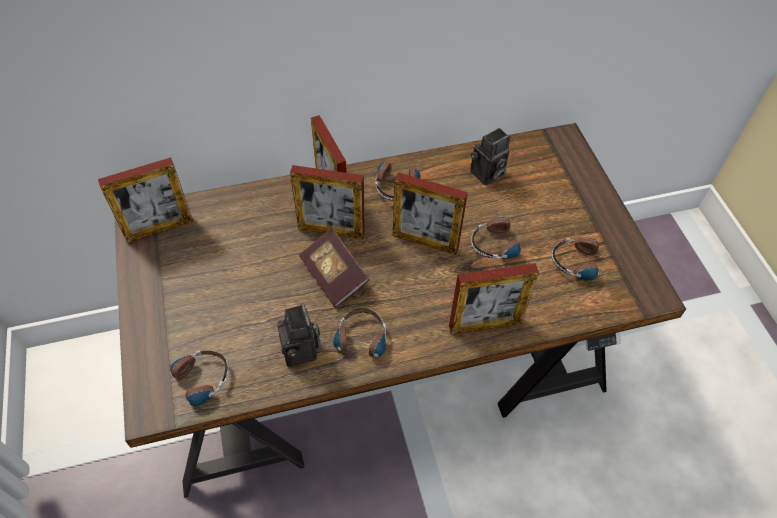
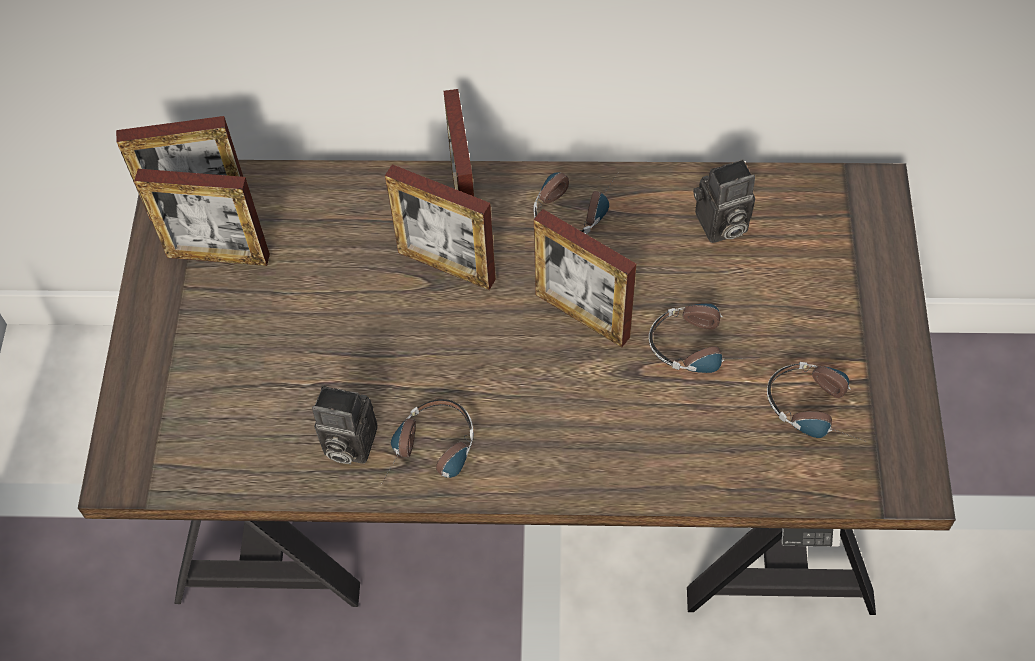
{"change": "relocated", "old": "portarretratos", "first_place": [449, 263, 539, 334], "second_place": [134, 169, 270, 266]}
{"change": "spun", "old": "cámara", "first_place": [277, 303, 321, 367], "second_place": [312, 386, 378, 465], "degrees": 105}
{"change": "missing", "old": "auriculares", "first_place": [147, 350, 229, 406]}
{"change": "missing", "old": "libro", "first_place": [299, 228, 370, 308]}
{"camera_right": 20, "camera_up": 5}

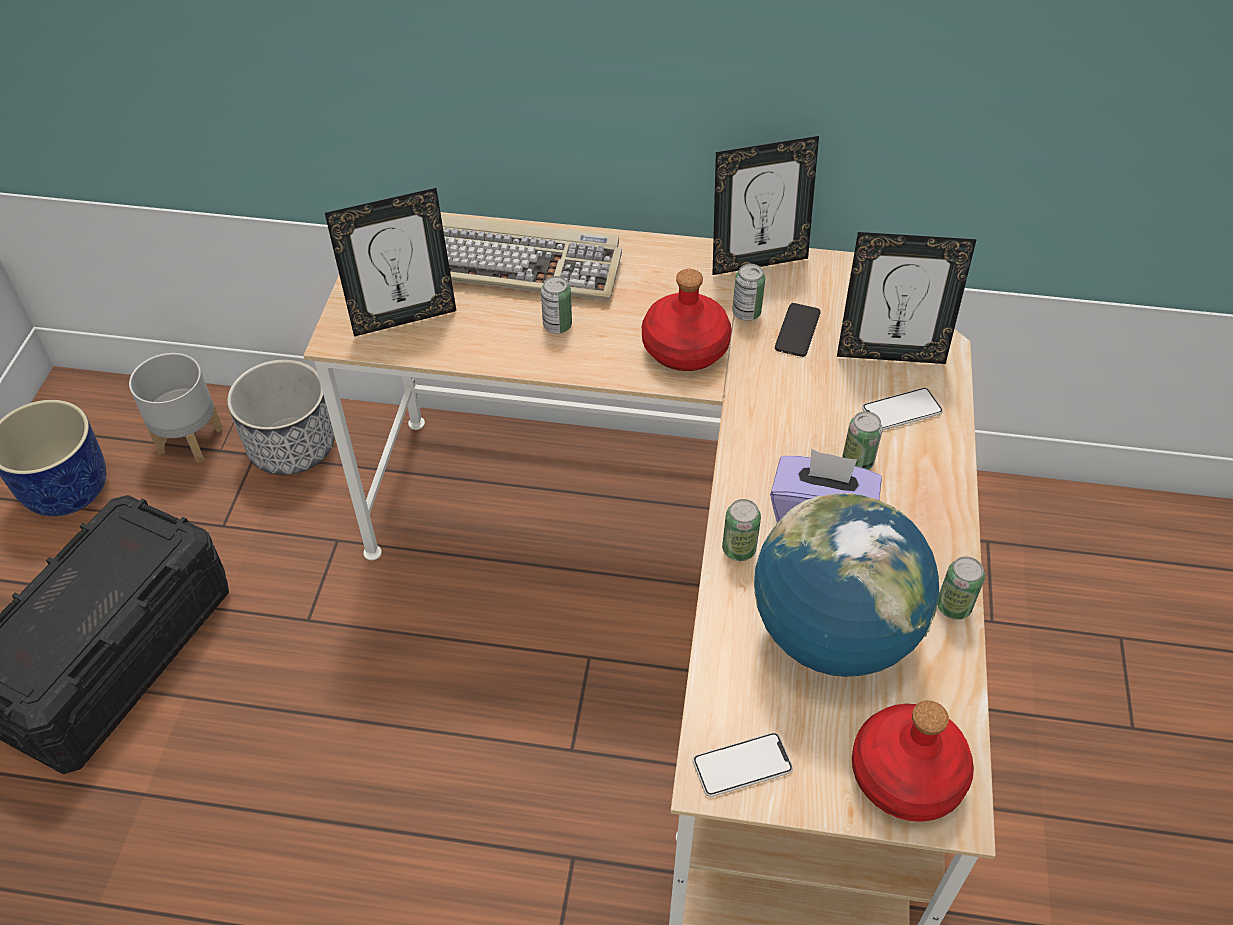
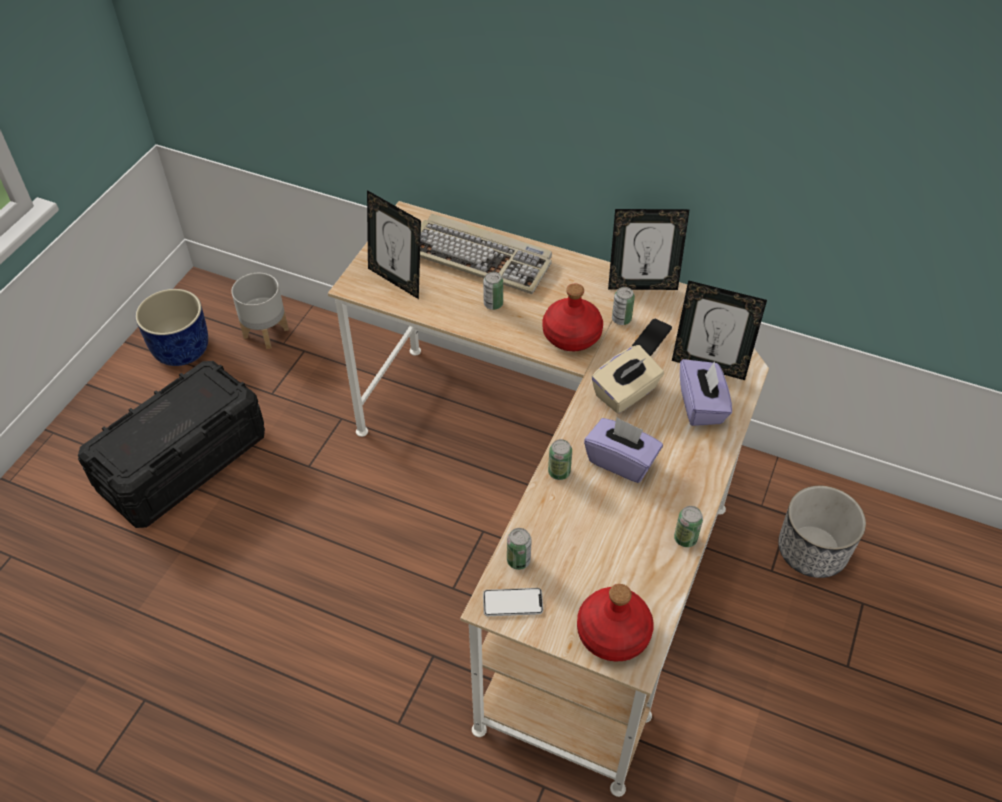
{"change": "spun", "old": "portarretratos", "first_place": [325, 188, 457, 336], "second_place": [367, 190, 421, 299], "degrees": 45}
{"change": "relocated", "old": "lata", "first_place": [842, 411, 883, 470], "second_place": [507, 528, 532, 570]}
{"change": "appeared", "new": "caja de pañuelos/beis", "second_place": [591, 345, 664, 414]}
{"change": "exchanged", "old": "móvil", "new": "caja de pañuelos/morado", "first_place": [862, 388, 943, 430], "second_place": [680, 359, 732, 426]}
{"change": "relocated", "old": "maceta", "first_place": [227, 359, 335, 475], "second_place": [778, 486, 866, 578]}
{"change": "missing", "old": "globo terráqueo", "first_place": [754, 493, 939, 677]}
{"camera_right": 15, "camera_up": 0}

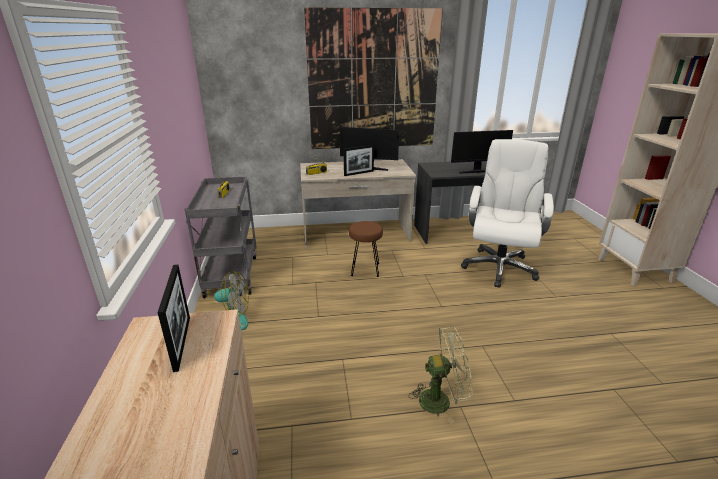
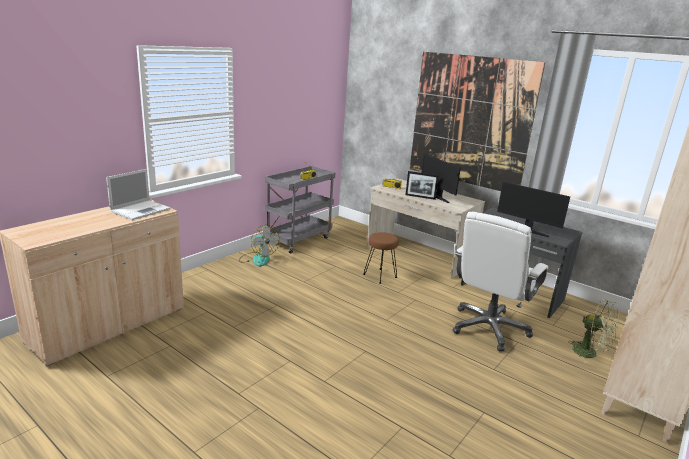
{"change": "exchanged", "old": "portarretratos", "new": "portátil", "first_place": [158, 265, 190, 372], "second_place": [106, 169, 171, 220]}
{"change": "spun", "old": "silla de oficina/blanco", "first_place": [461, 139, 554, 288], "second_place": [452, 212, 548, 352], "degrees": 150}
{"change": "relocated", "old": "ventilador/verde", "first_place": [409, 327, 473, 424], "second_place": [568, 299, 619, 364]}
{"camera_right": 45, "camera_up": -5}

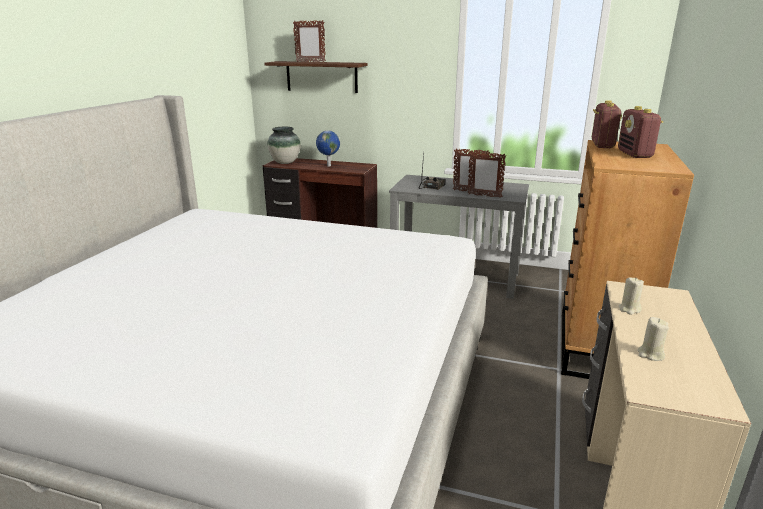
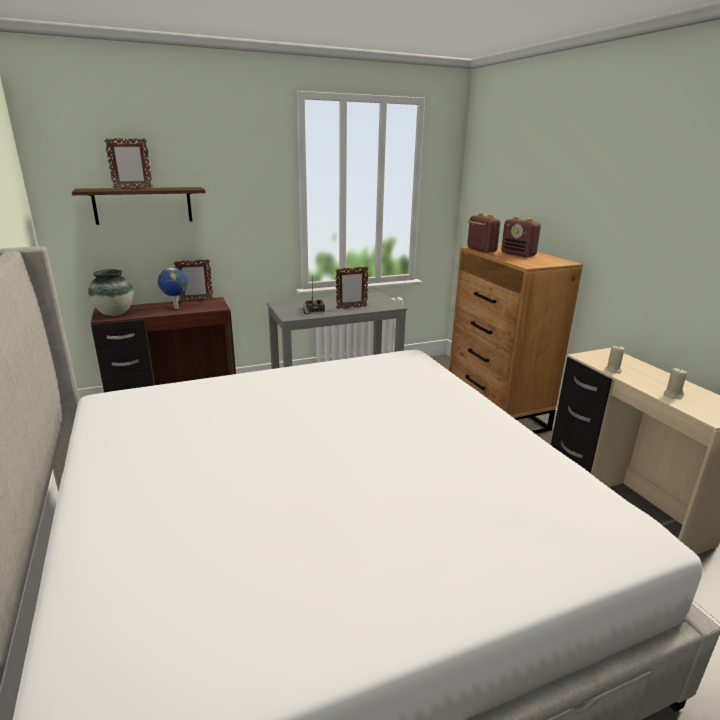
{"change": "relocated", "old": "portarretratos", "first_place": [468, 152, 506, 198], "second_place": [174, 259, 213, 302]}
{"camera_right": -40, "camera_up": 0}

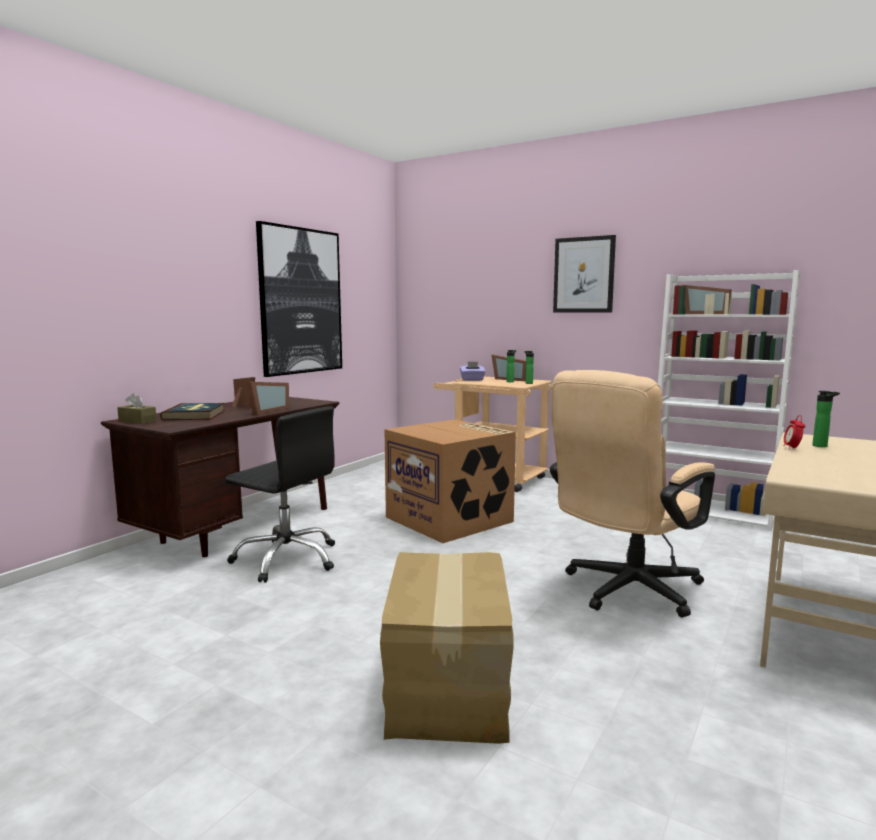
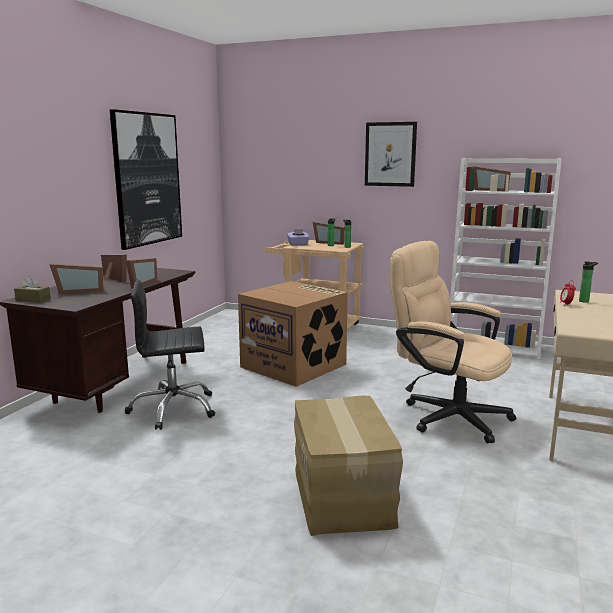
{"change": "exchanged", "old": "libro", "new": "portarretratos", "first_place": [160, 403, 225, 420], "second_place": [49, 263, 104, 294]}
{"change": "spun", "old": "silla de oficina/negro", "first_place": [225, 406, 335, 583], "second_place": [124, 280, 215, 430], "degrees": 150}
{"change": "spun", "old": "silla de oficina/beis", "first_place": [550, 370, 715, 618], "second_place": [390, 241, 516, 443], "degrees": 90}
{"camera_right": -10, "camera_up": 5}

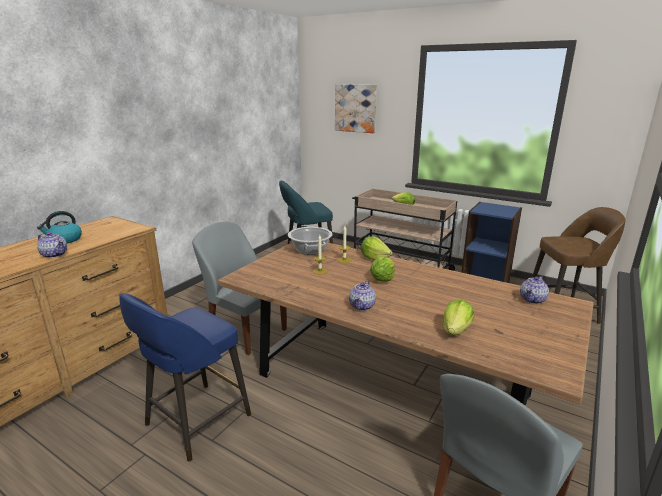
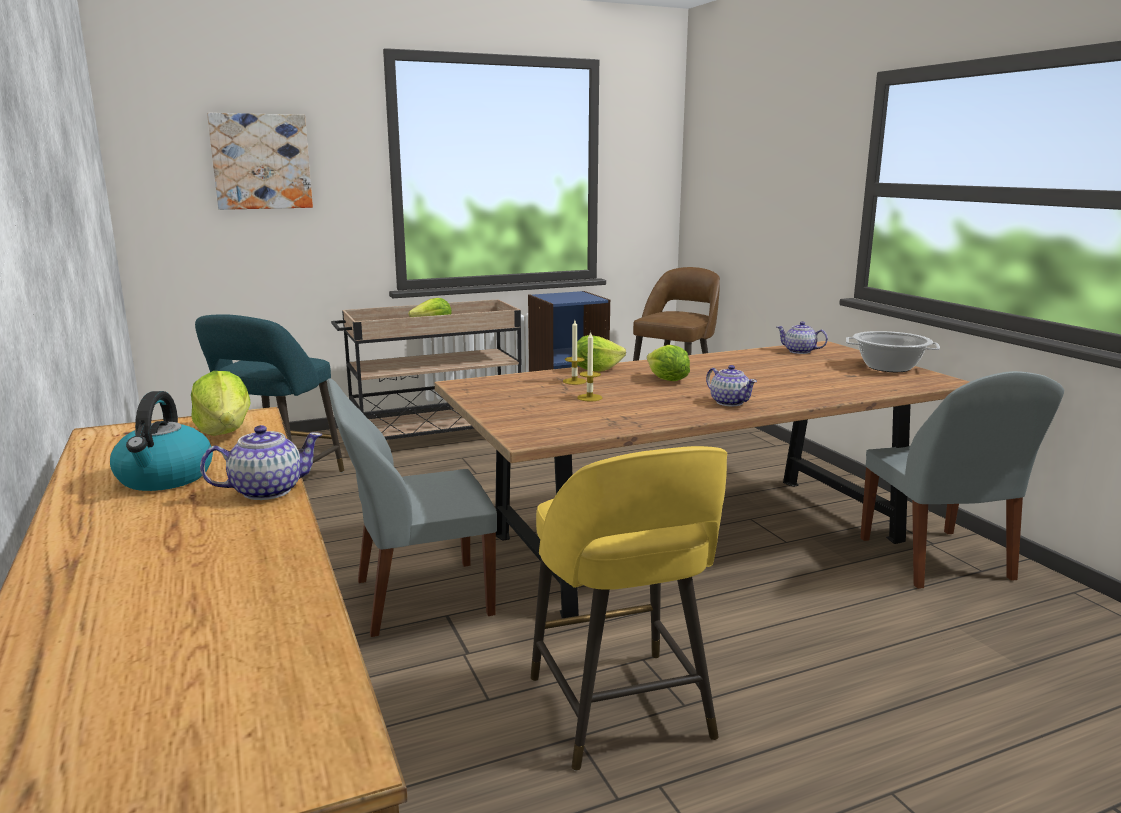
{"change": "relocated", "old": "lechuga", "first_place": [443, 300, 474, 335], "second_place": [191, 371, 250, 436]}
{"change": "colour", "old": "taburete/azul", "new": "taburete/amarillo", "first_place": [119, 293, 251, 462], "second_place": [531, 446, 727, 771]}
{"change": "spun", "old": "tetera", "first_place": [520, 276, 549, 304], "second_place": [777, 321, 828, 354], "degrees": 135}
{"change": "relocated", "old": "olla", "first_place": [288, 227, 333, 255], "second_place": [846, 331, 940, 372]}
{"camera_right": -55, "camera_up": -5}

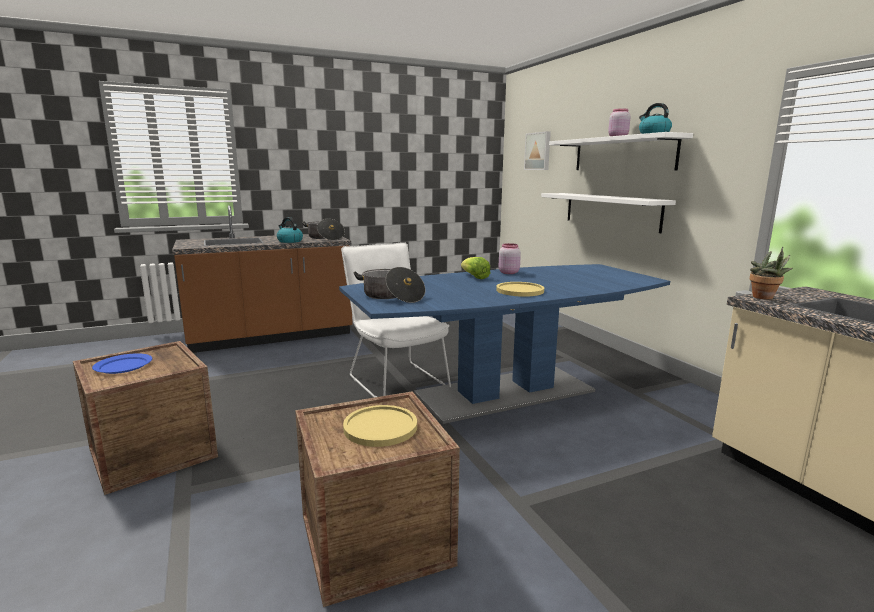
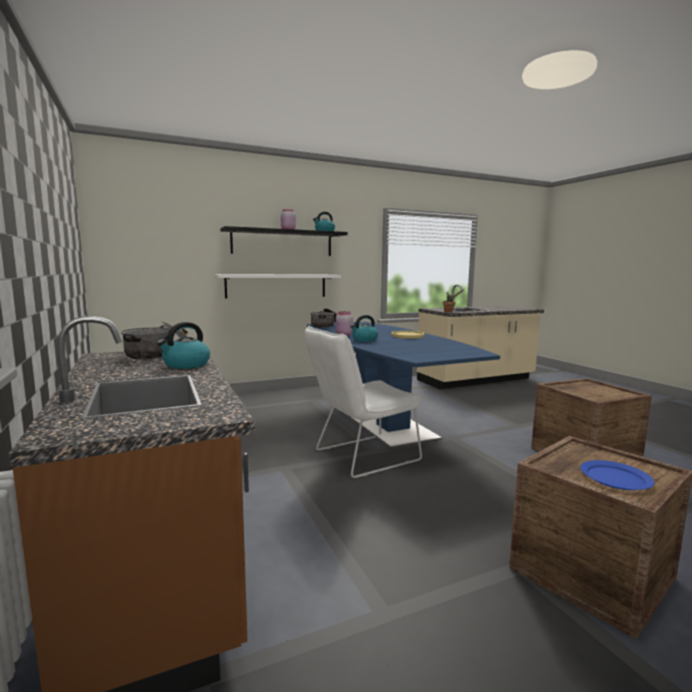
{"change": "colour", "old": "estante/blanco", "new": "estante/negro", "first_place": [549, 132, 693, 171], "second_place": [221, 226, 348, 256]}
{"change": "relocated", "old": "olla", "first_place": [354, 267, 425, 303], "second_place": [310, 308, 337, 328]}
{"change": "exchanged", "old": "lechuga", "new": "hervidor", "first_place": [461, 257, 490, 279], "second_place": [350, 315, 378, 342]}
{"change": "missing", "old": "plato/amarillo", "first_place": [343, 405, 417, 447]}
{"change": "missing", "old": "cuadro", "first_place": [524, 131, 551, 170]}
{"camera_right": -90, "camera_up": -5}

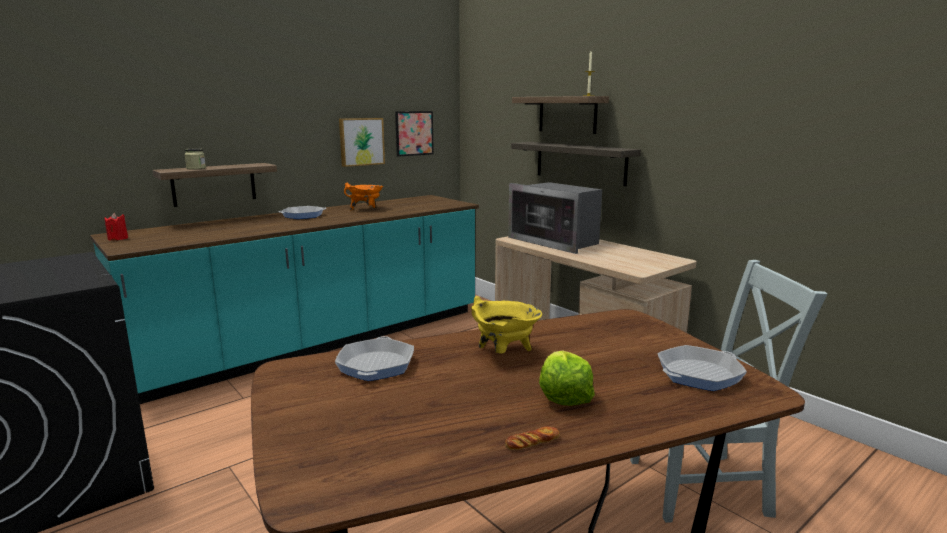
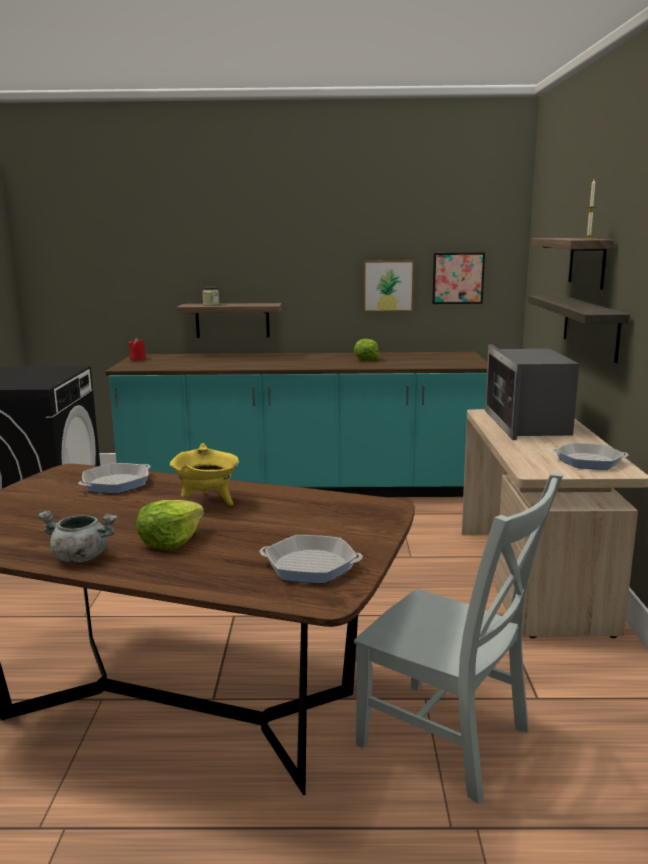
{"change": "exchanged", "old": "pan", "new": "olla/gris", "first_place": [505, 426, 560, 450], "second_place": [37, 511, 117, 563]}
{"change": "exchanged", "old": "olla/naranja", "new": "lechuga", "first_place": [344, 183, 383, 210], "second_place": [354, 339, 379, 361]}
{"change": "relocated", "old": "sartén", "first_place": [279, 206, 326, 219], "second_place": [552, 443, 628, 470]}
{"camera_right": 40, "camera_up": 0}

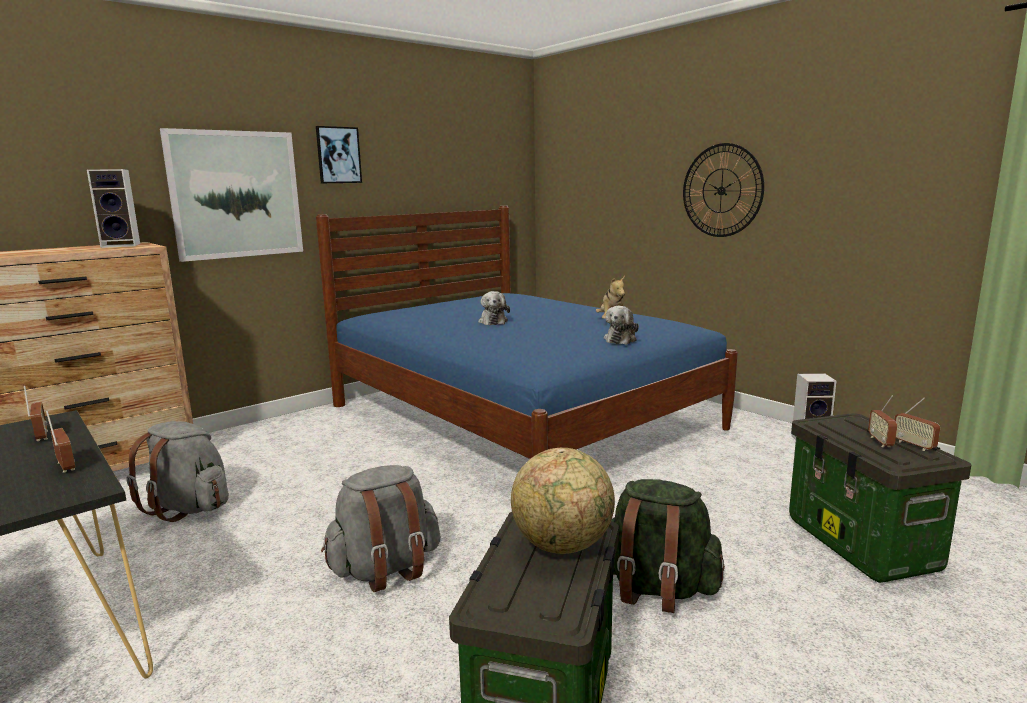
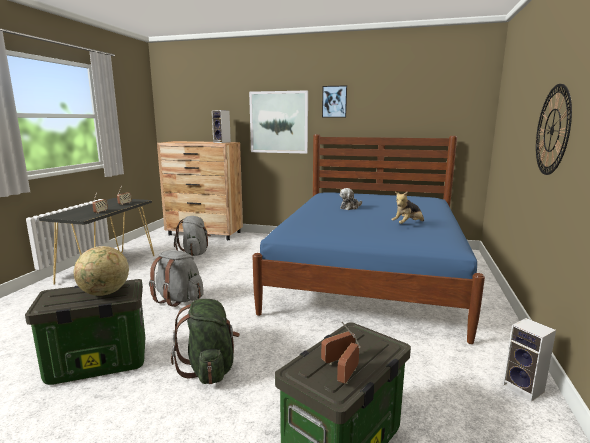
{"change": "missing", "old": "peluche", "first_place": [604, 306, 639, 345]}
{"camera_right": 55, "camera_up": 0}

